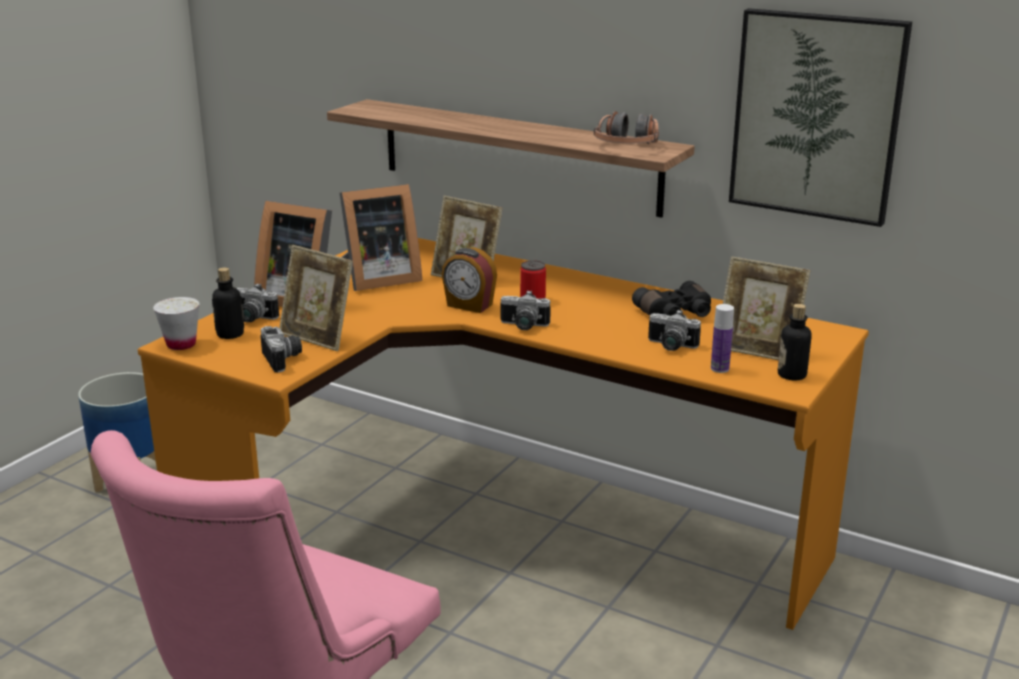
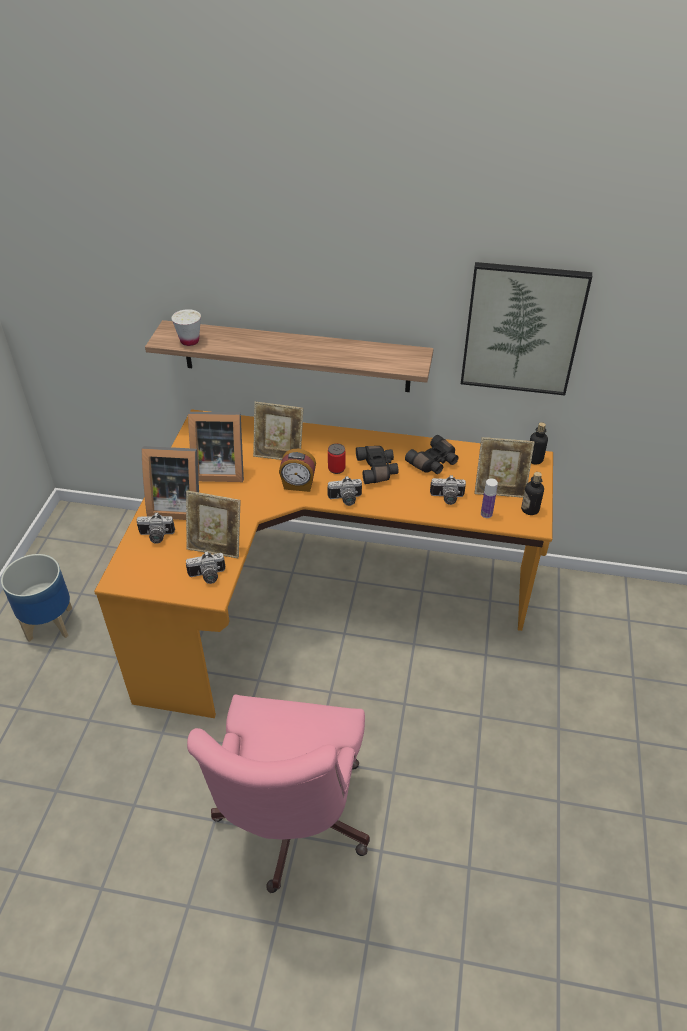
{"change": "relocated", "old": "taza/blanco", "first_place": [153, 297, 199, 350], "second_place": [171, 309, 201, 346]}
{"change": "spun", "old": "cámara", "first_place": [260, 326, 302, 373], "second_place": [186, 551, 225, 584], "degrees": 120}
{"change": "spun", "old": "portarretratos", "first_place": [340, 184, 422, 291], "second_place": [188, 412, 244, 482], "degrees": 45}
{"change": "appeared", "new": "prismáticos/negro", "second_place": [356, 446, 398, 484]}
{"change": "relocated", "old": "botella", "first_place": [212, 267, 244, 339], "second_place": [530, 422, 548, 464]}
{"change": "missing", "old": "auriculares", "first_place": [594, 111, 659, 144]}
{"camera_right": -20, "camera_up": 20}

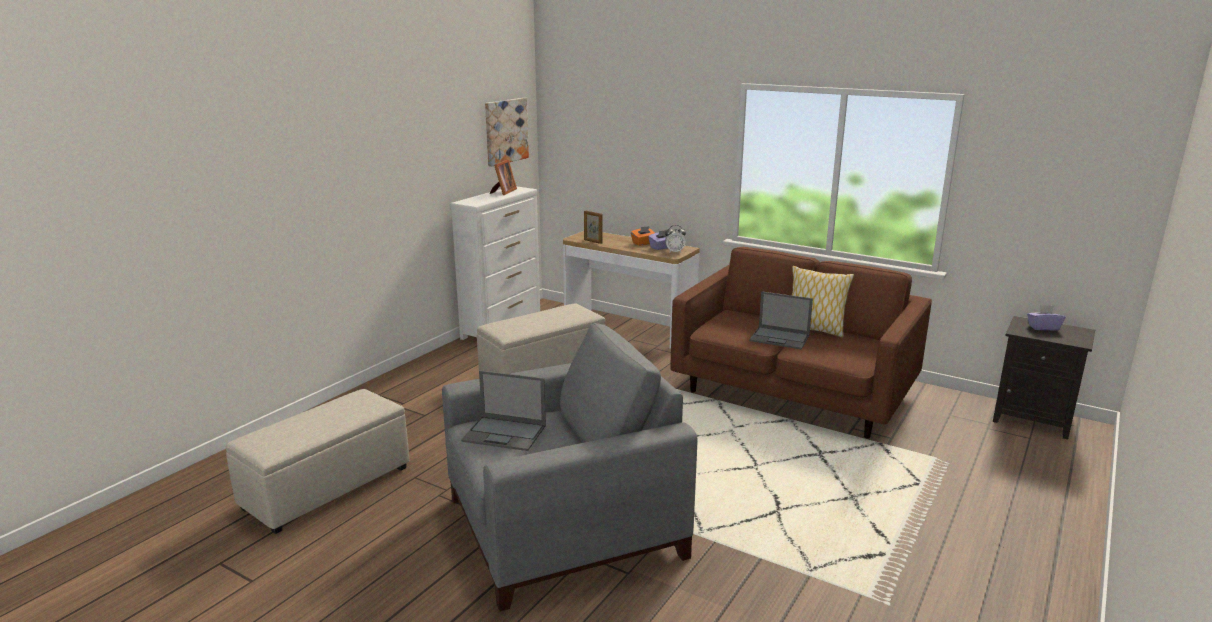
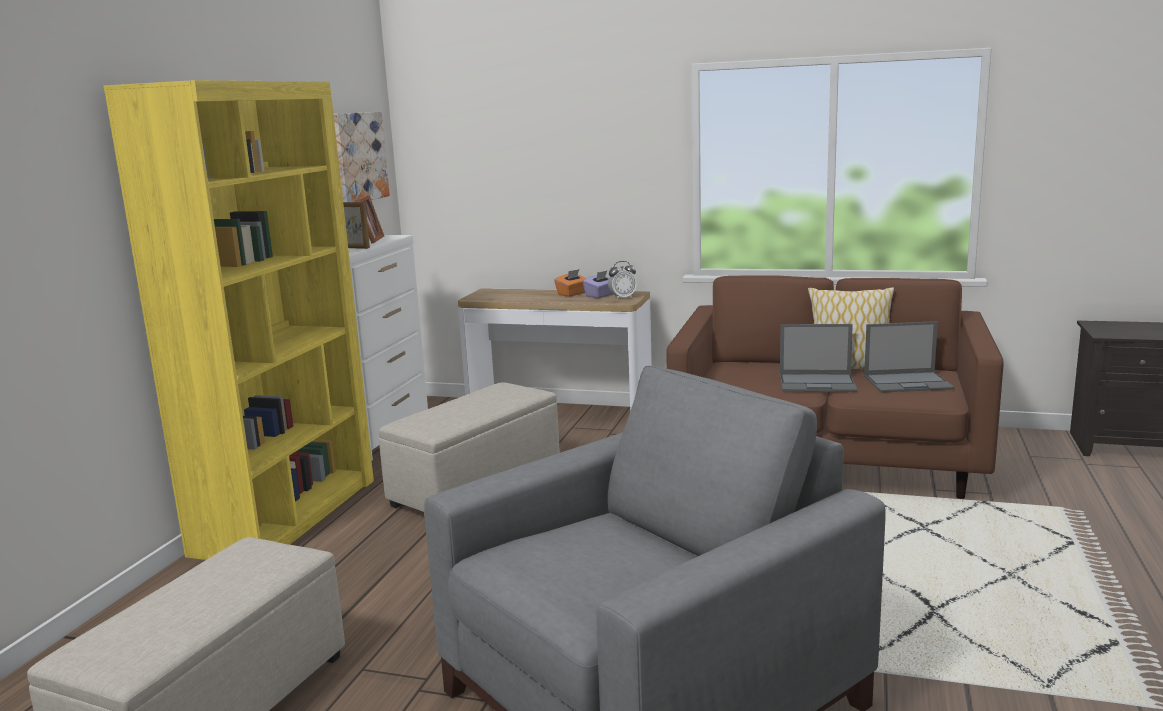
{"change": "appeared", "new": "estantería/amarillo", "second_place": [104, 80, 374, 560]}
{"change": "relocated", "old": "portarretratos", "first_place": [584, 211, 603, 244], "second_place": [343, 202, 370, 249]}
{"change": "relocated", "old": "portátil", "first_place": [461, 370, 546, 451], "second_place": [864, 321, 954, 393]}
{"change": "missing", "old": "caja de pañuelos/morado", "first_place": [1027, 305, 1065, 331]}
{"camera_right": -15, "camera_up": -5}

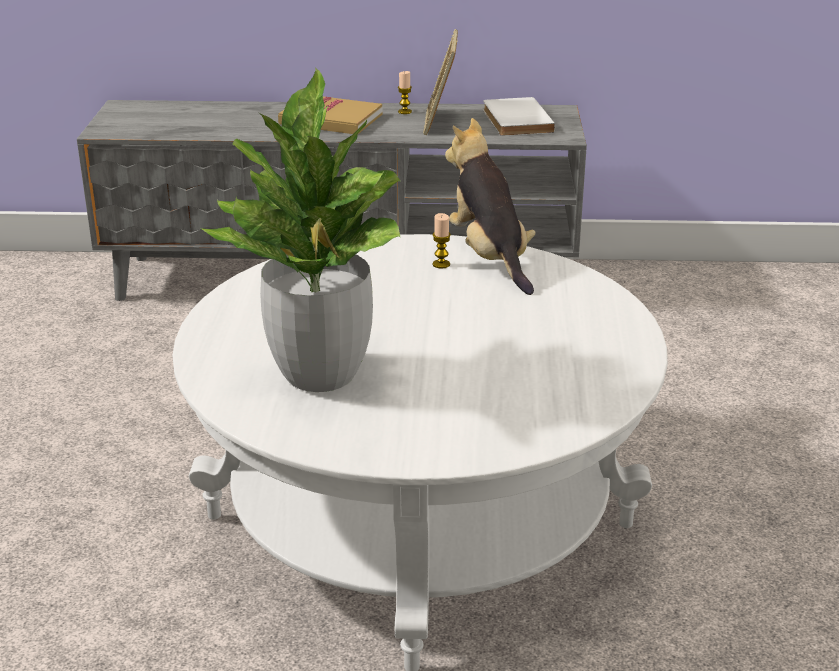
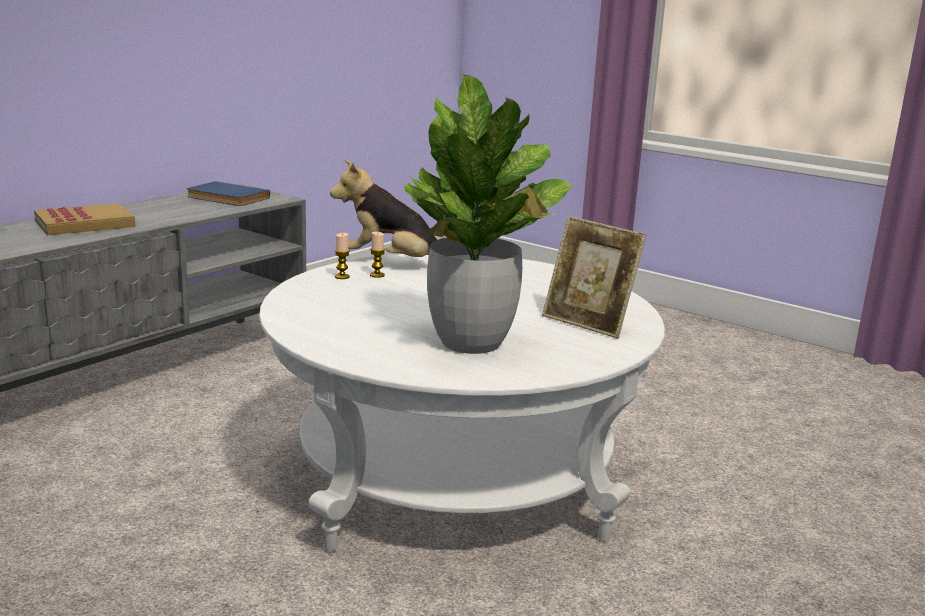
{"change": "colour", "old": "libro/blanco", "new": "libro/azul", "first_place": [483, 97, 555, 136], "second_place": [187, 181, 270, 206]}
{"change": "relocated", "old": "vela", "first_place": [398, 71, 412, 114], "second_place": [335, 233, 350, 279]}
{"change": "relocated", "old": "portarretratos", "first_place": [423, 29, 458, 135], "second_place": [542, 216, 647, 339]}
{"camera_right": -55, "camera_up": -10}

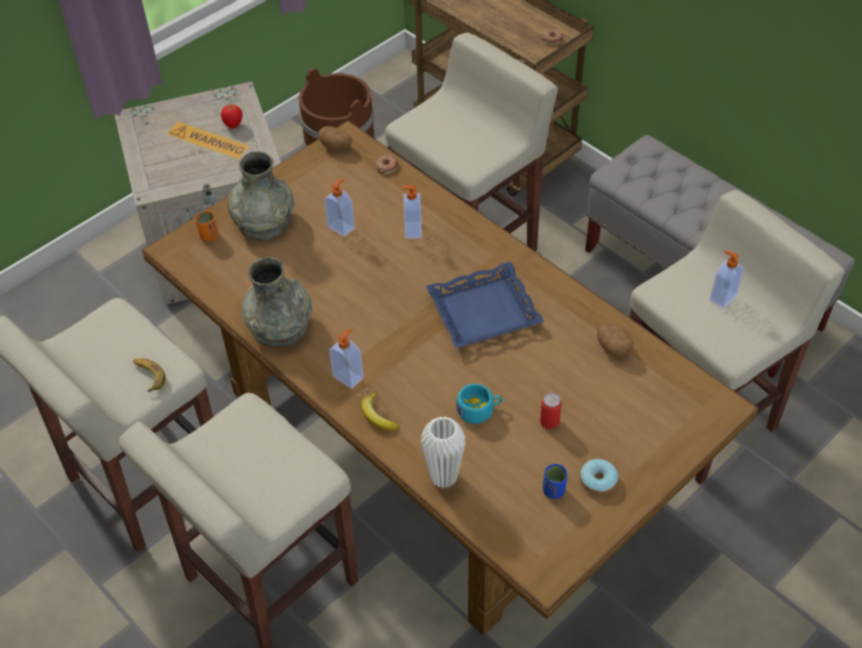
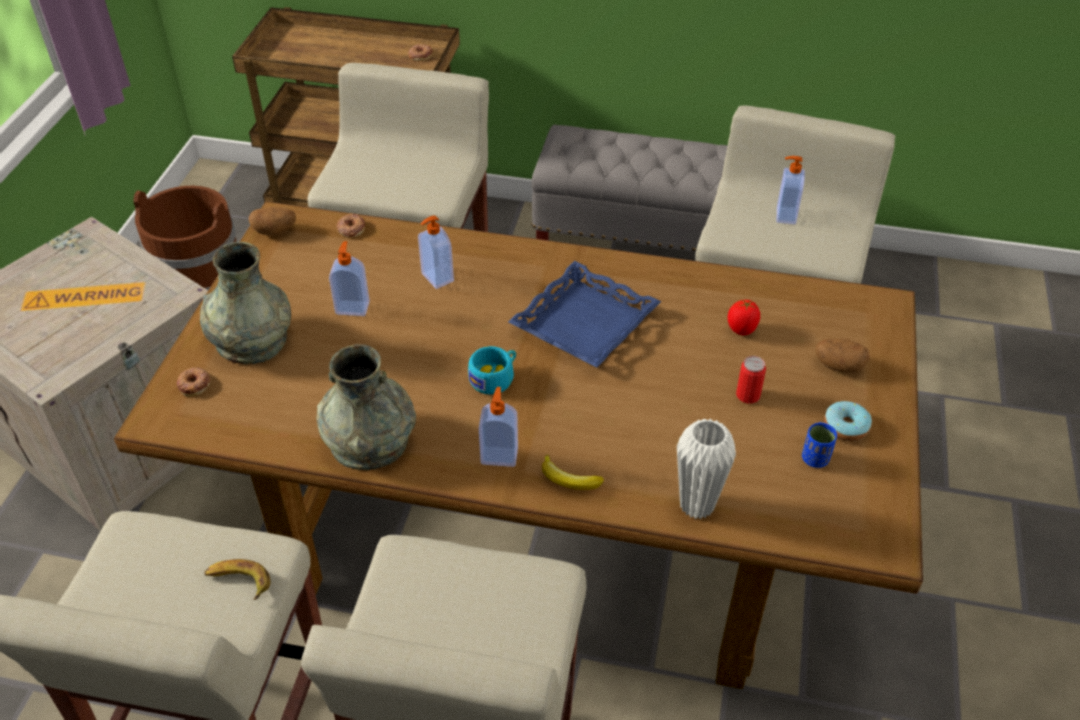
{"change": "exchanged", "old": "taza/naranja", "new": "rosquilla", "first_place": [195, 210, 219, 241], "second_place": [177, 367, 211, 397]}
{"change": "relocated", "old": "taza/turquesa", "first_place": [456, 384, 503, 424], "second_place": [468, 346, 516, 395]}
{"change": "relocated", "old": "tomate", "first_place": [221, 105, 243, 128], "second_place": [728, 300, 760, 335]}
{"change": "relocated", "old": "patata", "first_place": [598, 323, 633, 357], "second_place": [816, 338, 870, 373]}
{"camera_right": -35, "camera_up": -5}

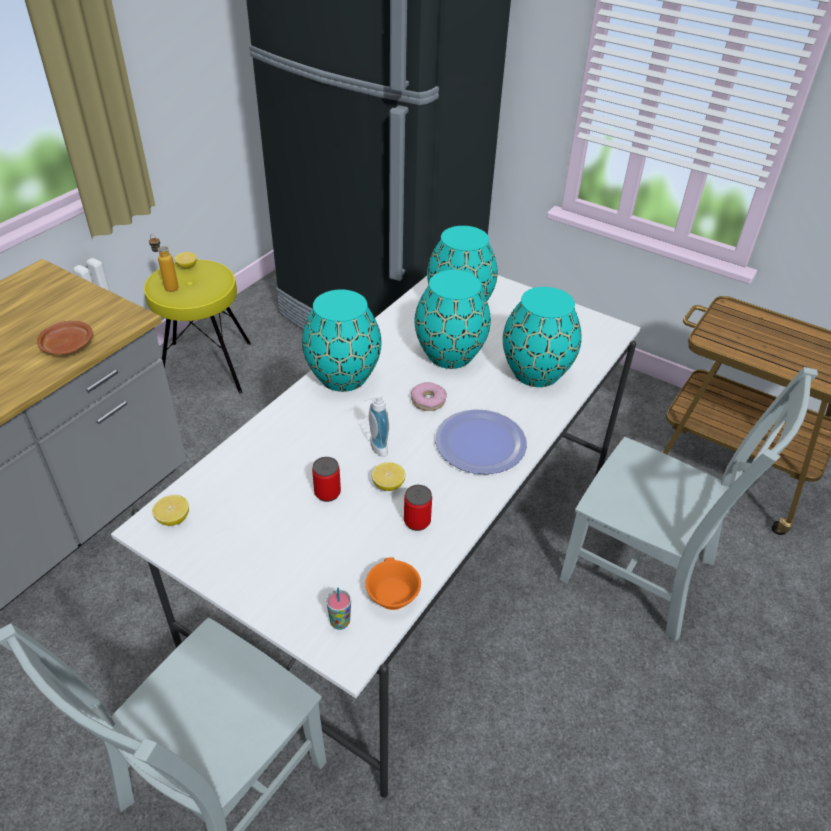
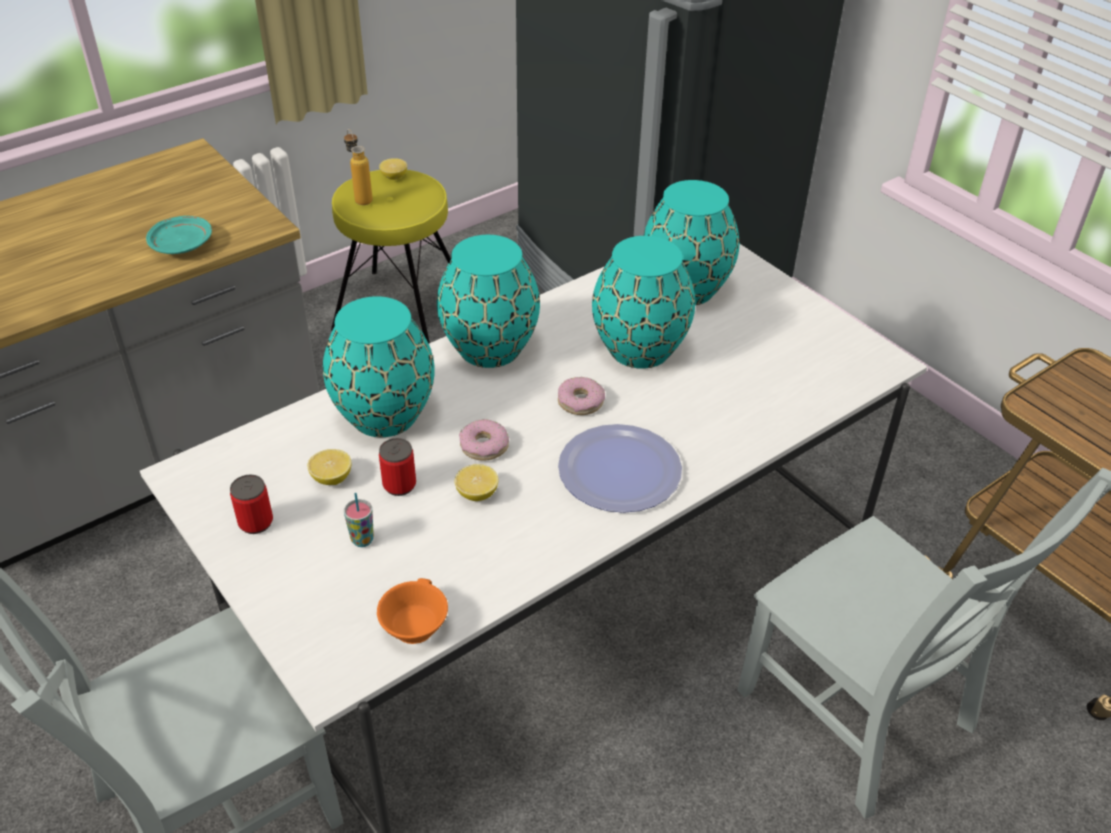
{"change": "colour", "old": "plato/marrón", "new": "plato/turquesa", "first_place": [37, 321, 93, 355], "second_place": [146, 216, 212, 254]}
{"change": "relocated", "old": "lata", "first_place": [404, 485, 432, 531], "second_place": [230, 474, 273, 534]}
{"change": "relocated", "old": "limón", "first_place": [152, 495, 189, 526], "second_place": [307, 449, 352, 485]}
{"change": "relocated", "old": "florero/turquesa", "first_place": [503, 287, 582, 387], "second_place": [323, 296, 435, 437]}
{"change": "relocated", "old": "taza", "first_place": [326, 587, 351, 630], "second_place": [344, 493, 374, 547]}
{"change": "exchanged", "old": "dispensador de jabón", "new": "rosquilla", "first_place": [364, 393, 389, 457], "second_place": [459, 419, 509, 461]}
{"camera_right": 20, "camera_up": 0}

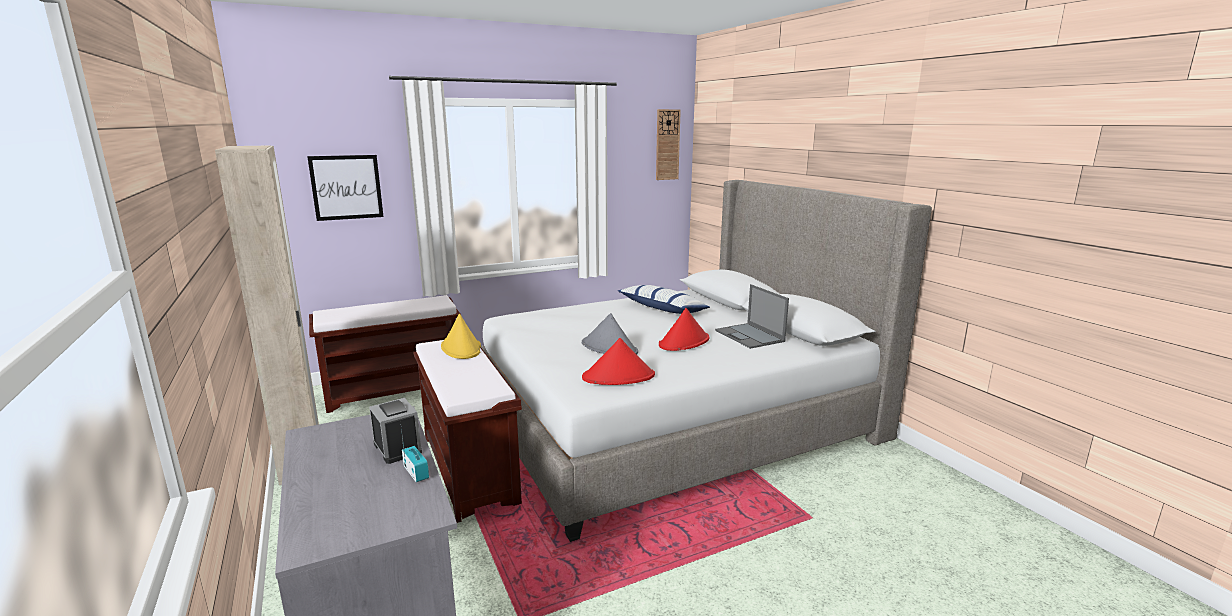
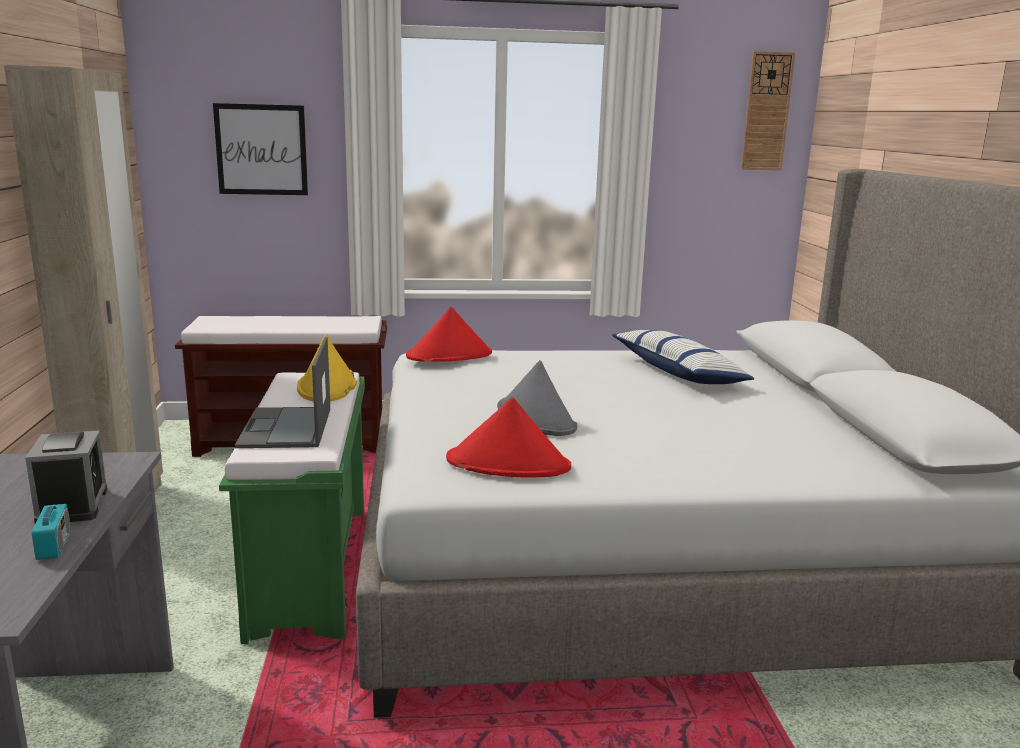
{"change": "colour", "old": "banco/marrón", "new": "banco/verde", "first_place": [413, 340, 522, 523], "second_place": [219, 372, 365, 644]}
{"change": "relocated", "old": "portátil", "first_place": [715, 284, 789, 349], "second_place": [235, 337, 330, 448]}
{"change": "relocated", "old": "sombrero/rojo", "first_place": [659, 308, 709, 351], "second_place": [406, 307, 492, 362]}
{"camera_right": 20, "camera_up": 0}

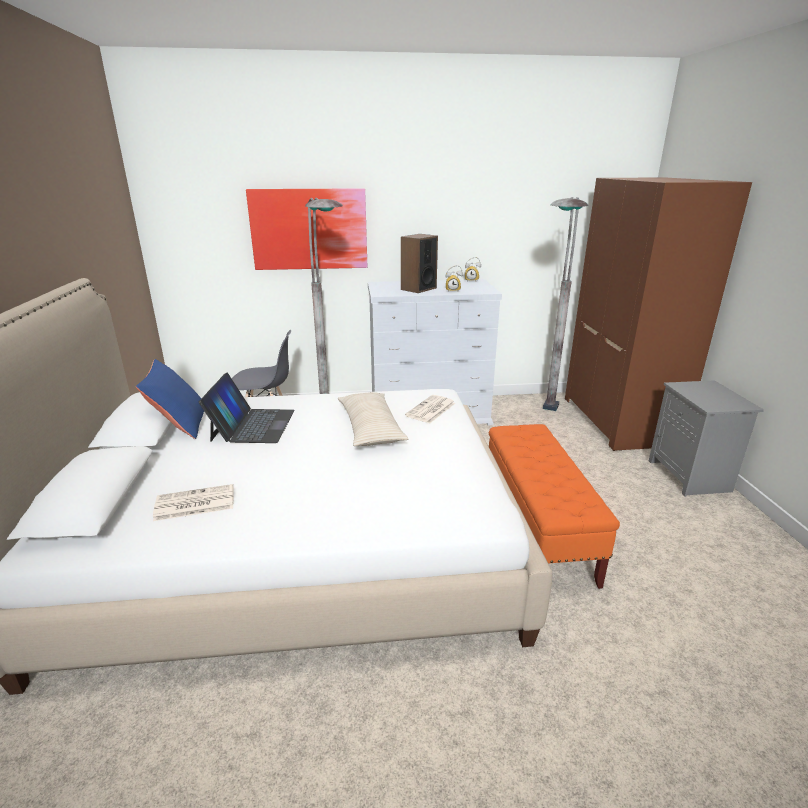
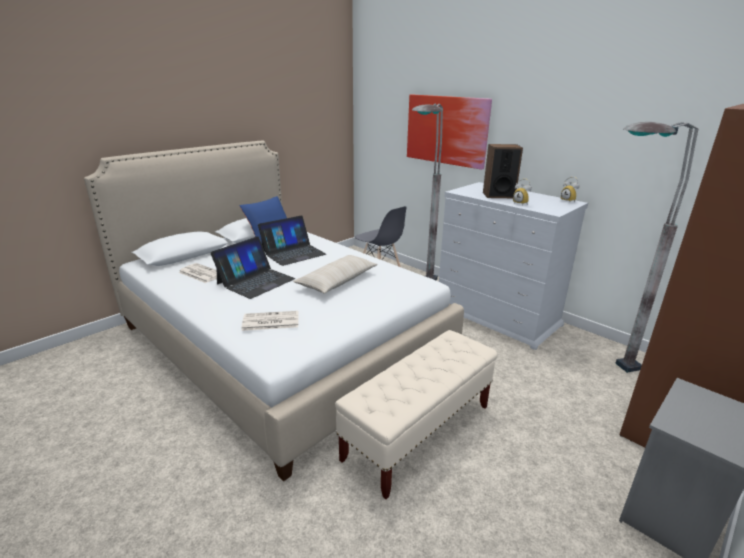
{"change": "appeared", "new": "portátil", "second_place": [210, 236, 295, 299]}
{"change": "relocated", "old": "periódico", "first_place": [405, 395, 455, 423], "second_place": [242, 311, 299, 331]}
{"change": "colour", "old": "banco/naranja", "new": "banco/beis", "first_place": [489, 424, 620, 589], "second_place": [335, 330, 497, 499]}
{"camera_right": 50, "camera_up": 0}

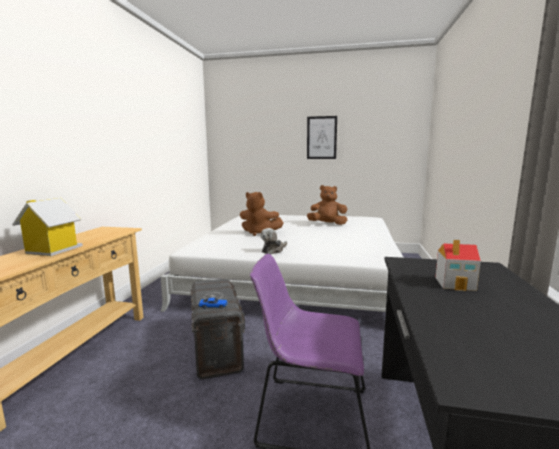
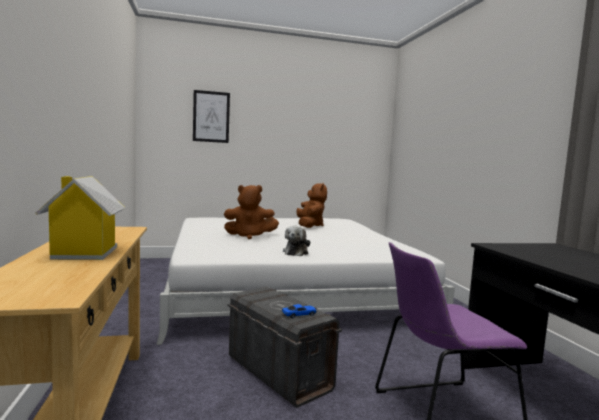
{"change": "relocated", "old": "cuadro", "first_place": [307, 116, 337, 159], "second_place": [193, 90, 230, 143]}
{"change": "spun", "old": "peluche/marrón", "first_place": [307, 185, 347, 225], "second_place": [296, 183, 327, 228], "degrees": 105}
{"change": "missing", "old": "casita", "first_place": [435, 240, 481, 291]}
{"camera_right": -25, "camera_up": -5}

